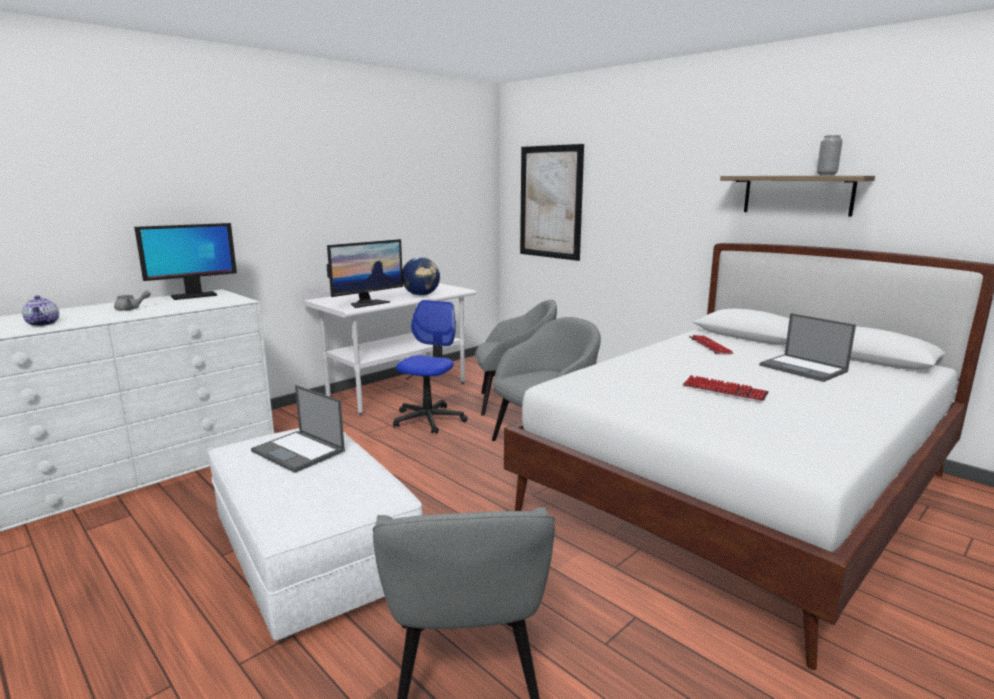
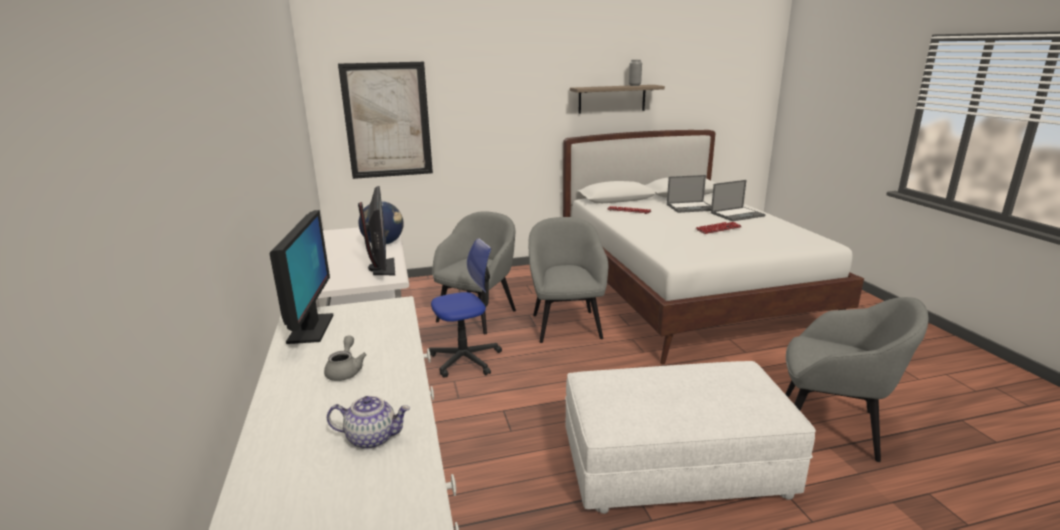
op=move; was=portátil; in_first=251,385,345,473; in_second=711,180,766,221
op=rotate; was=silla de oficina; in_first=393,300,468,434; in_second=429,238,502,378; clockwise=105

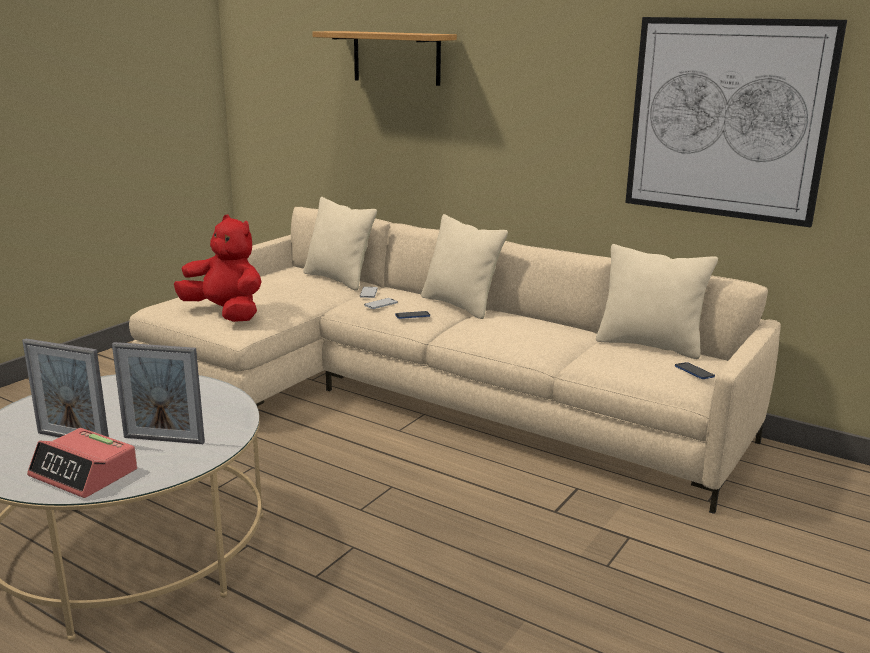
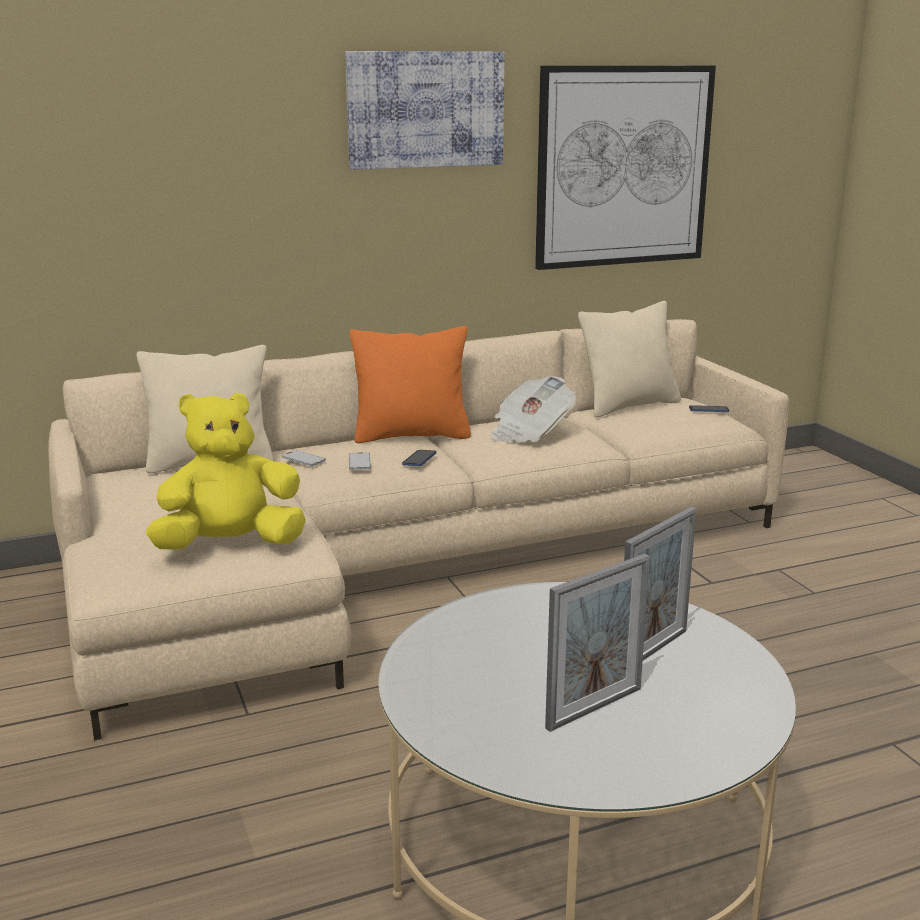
op=delete; was=despertador; in_first=27,428,137,498
op=recolor; was=peluche [rojo]; now=peluche [amarillo]; in_first=174,215,261,322; in_second=146,392,306,549
op=delete; was=estante; in_first=312,31,457,86
op=recolor; was=cojín [beis]; now=cojín [naranja]; in_first=421,214,508,319; in_second=349,326,471,443
op=insert; now=cuadro; in_second=345,51,505,170
op=insert; now=periódico; in_second=490,376,576,442

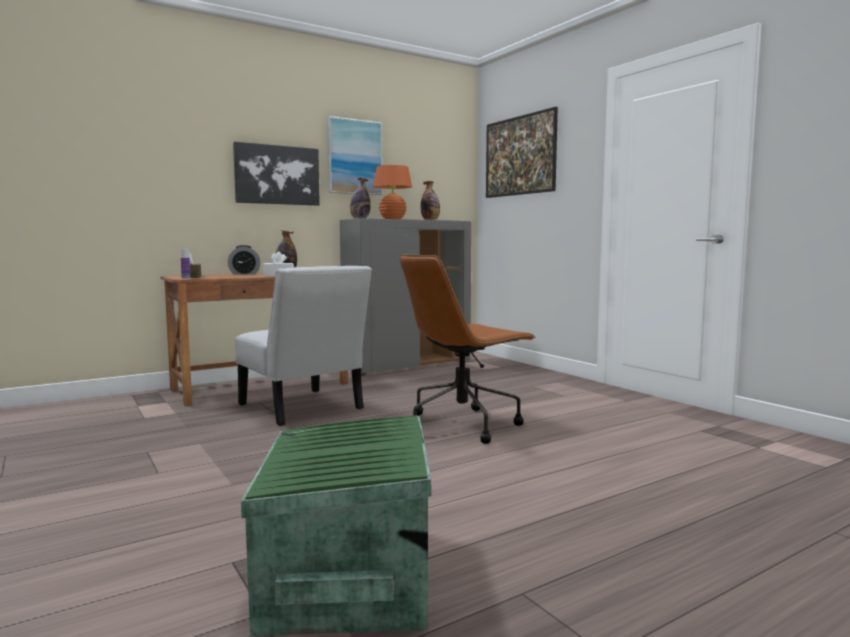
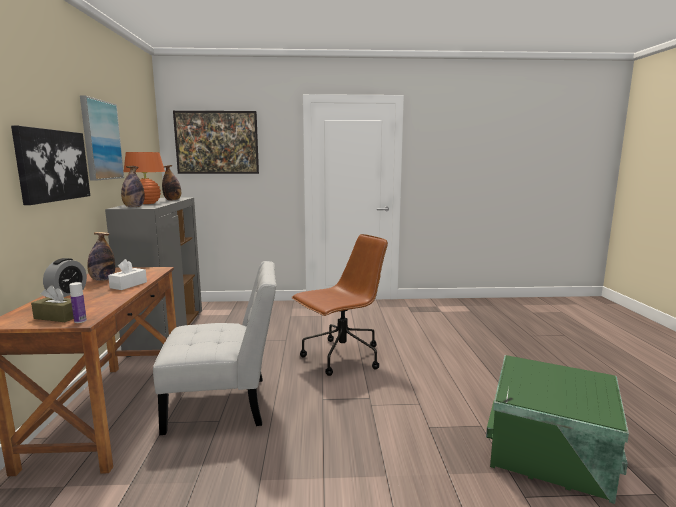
op=rotate; was=silla de oficina [marrón]; in_first=400,255,536,444; in_second=291,234,388,376; clockwise=-120

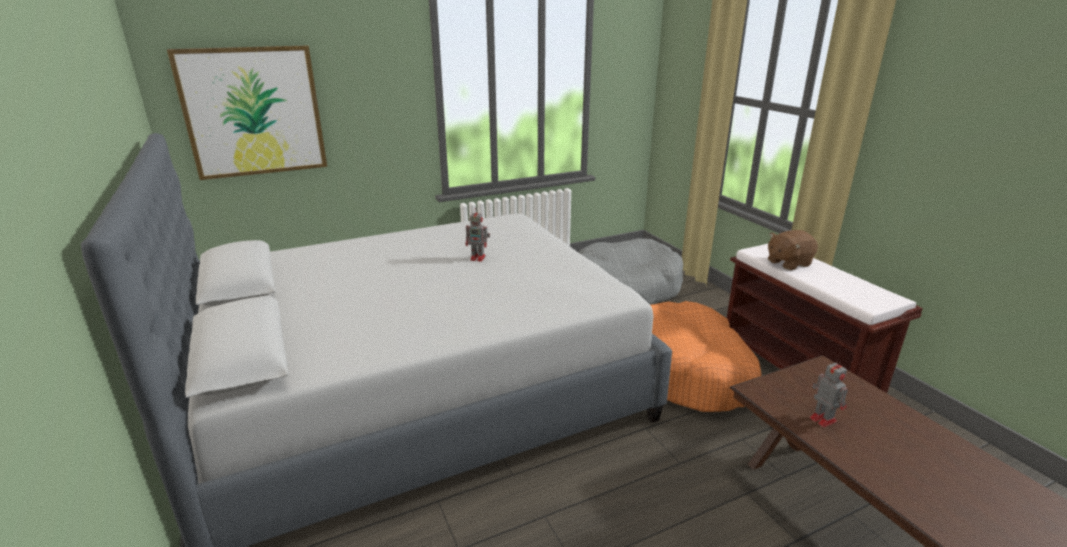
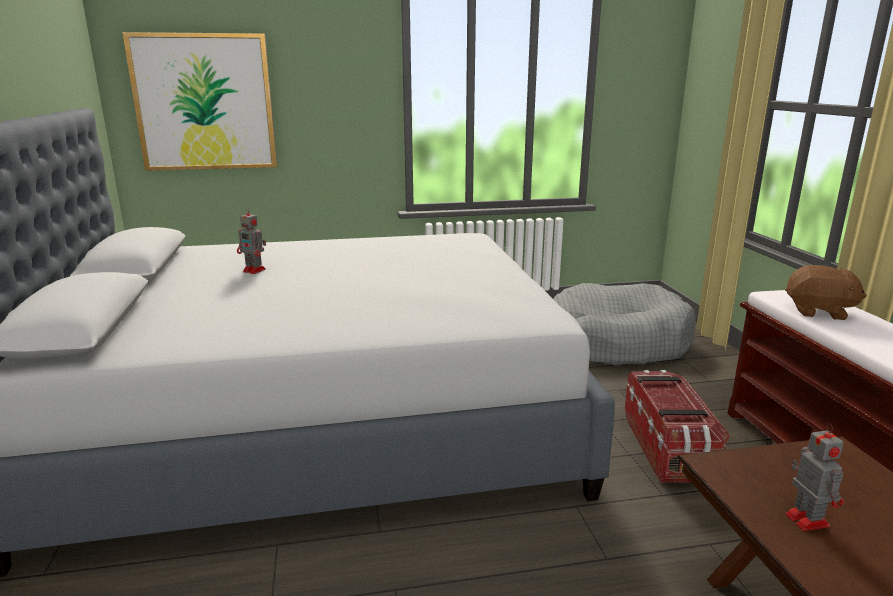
op=move; was=robot de juguete; in_first=466,209,490,262; in_second=237,207,266,274
op=replace; was=cama para perro [naranja]; now=caja de almacenaje; in_first=651,301,762,412; in_second=625,370,729,483
op=rotate; was=peluche [marrón]; in_first=768,230,818,270; in_second=785,265,867,320; clockwise=-150

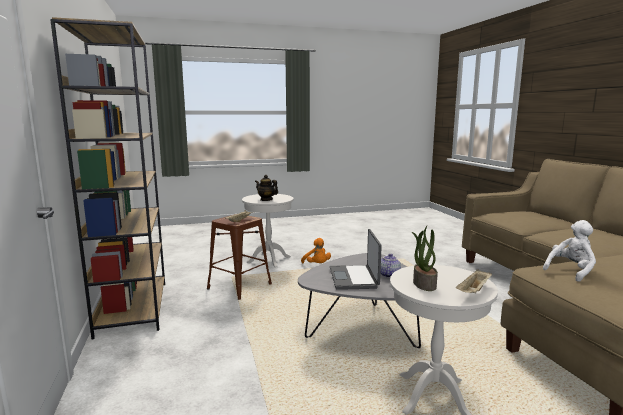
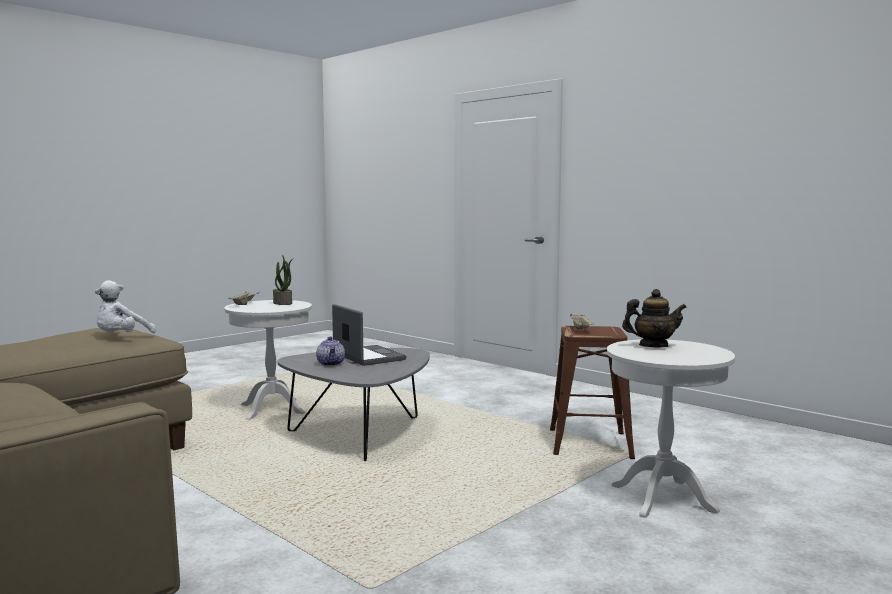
op=delete; was=estantería [marrón]; in_first=50,17,165,340
op=delete; was=peluche [naranja]; in_first=301,238,331,263

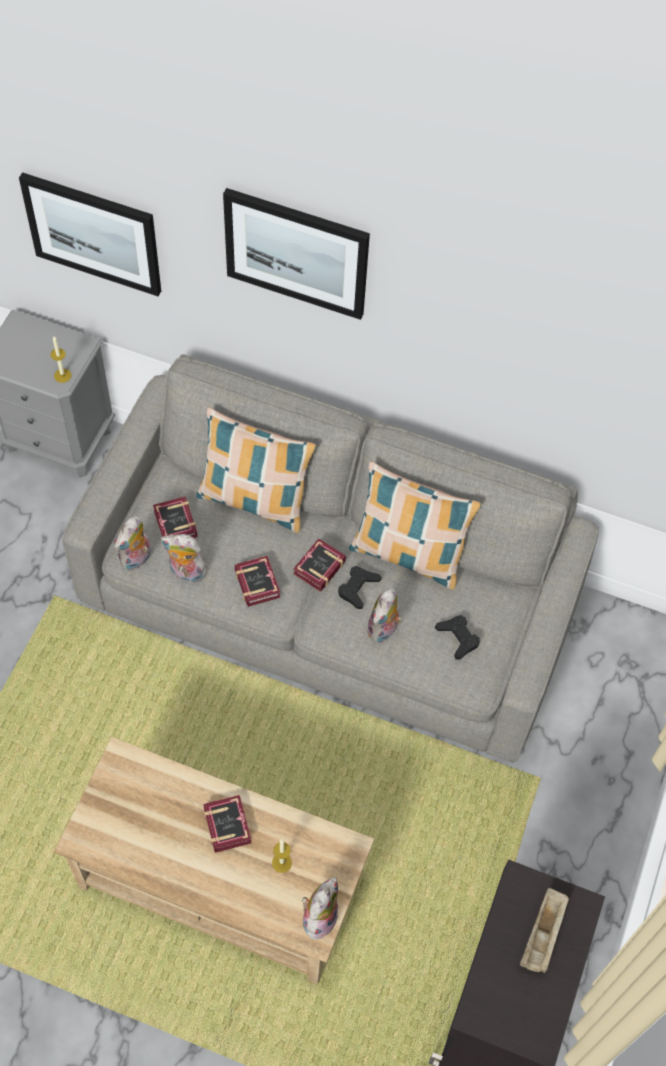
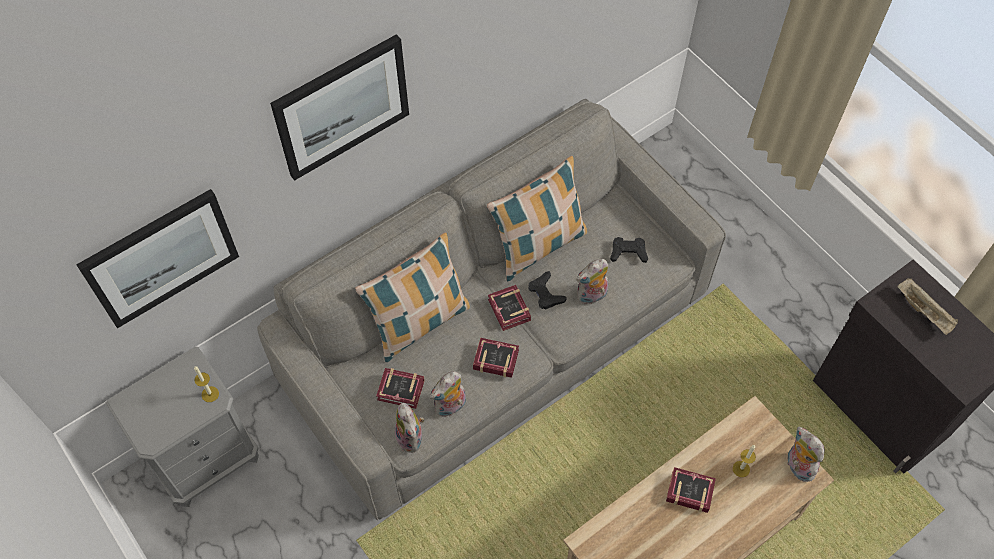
op=rotate; was=peluche; in_first=366,588,402,643; in_second=576,259,609,305; clockwise=90

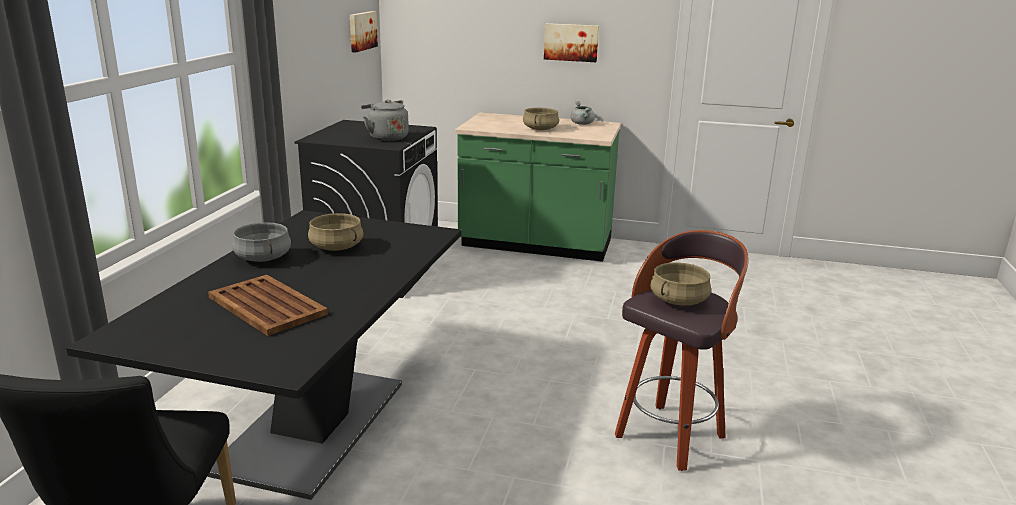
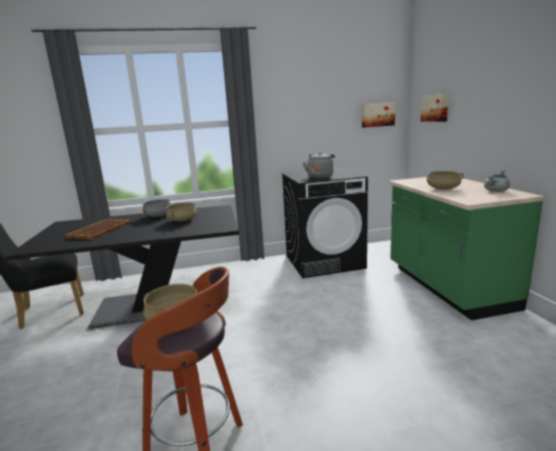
op=move; was=cuadro; in_first=544,23,599,62; in_second=421,94,449,122

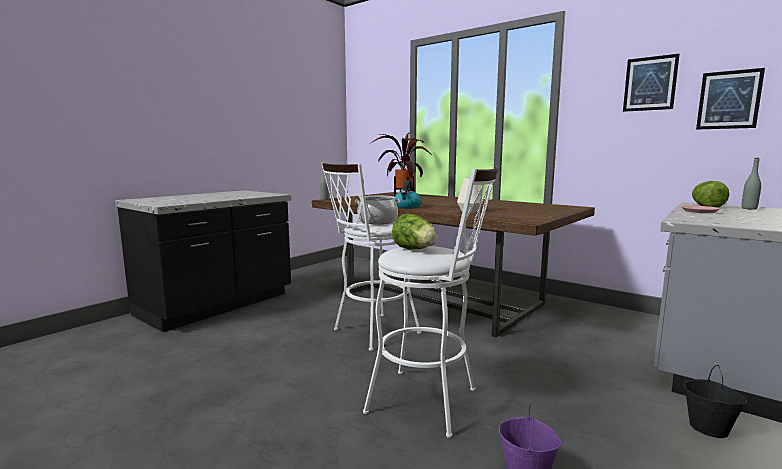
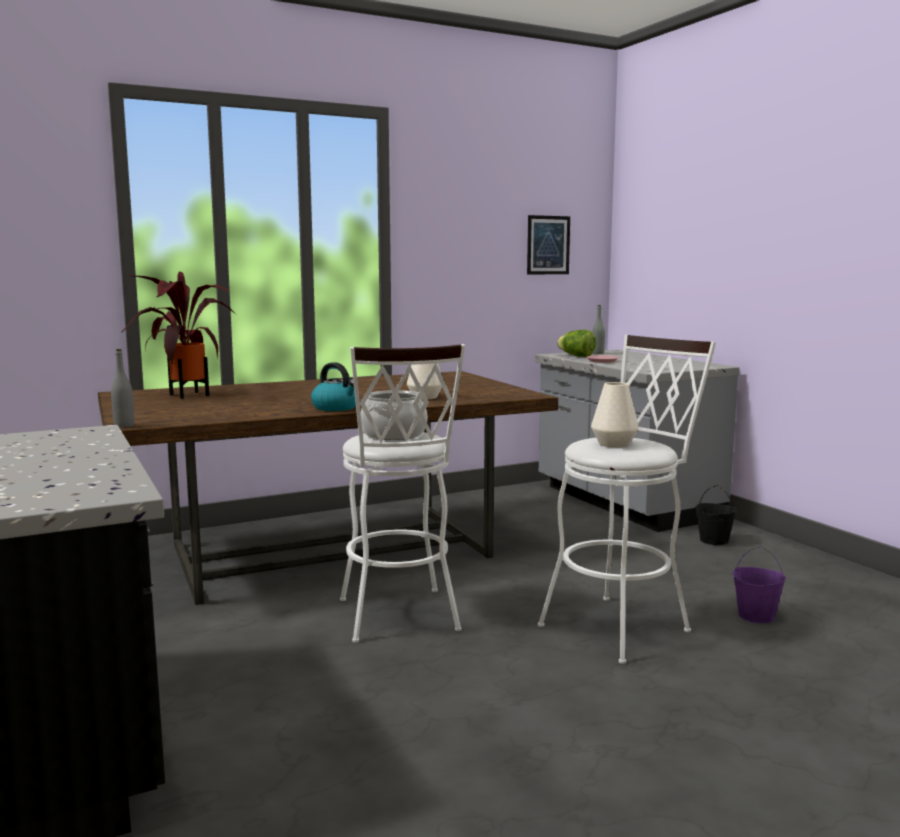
op=replace; was=lechuga; now=florero [blanco]; in_first=392,214,437,250; in_second=591,382,639,448
op=delete; was=cuadro; in_first=623,54,680,112

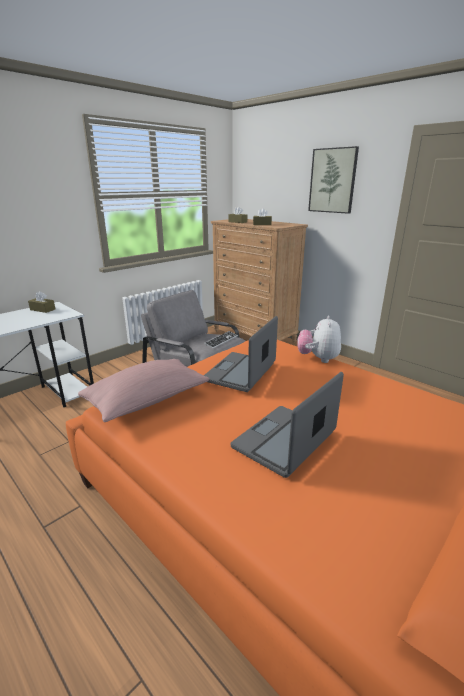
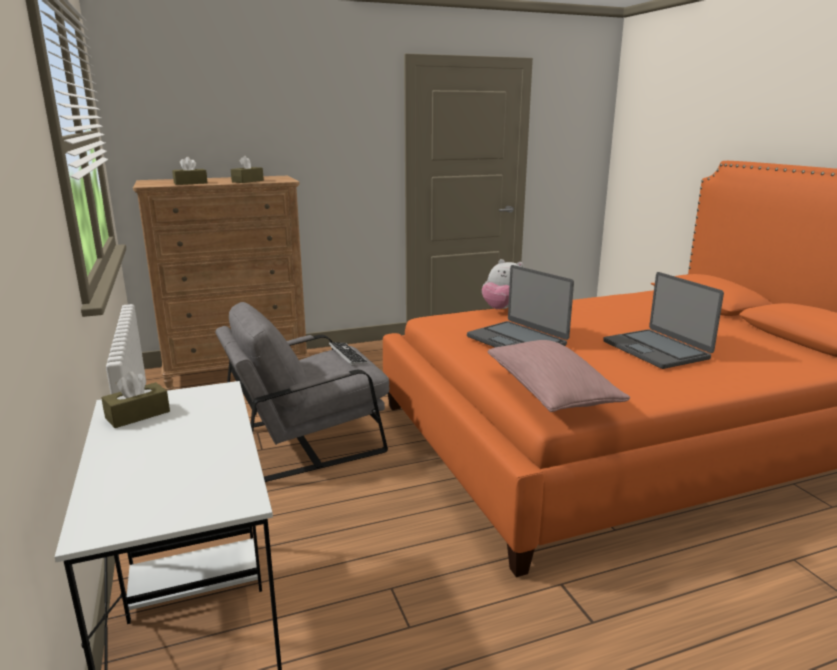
op=delete; was=cuadro; in_first=308,146,359,214

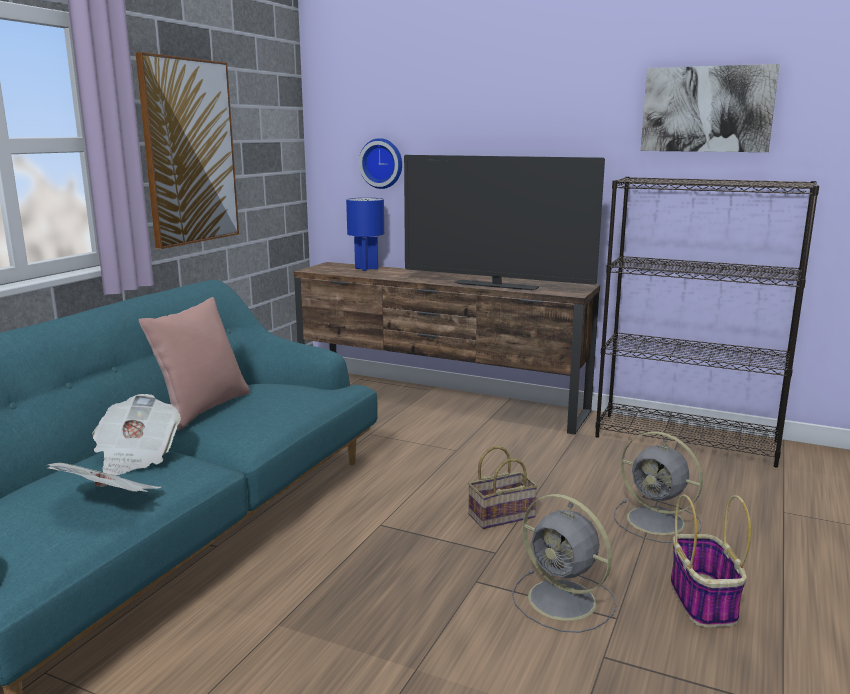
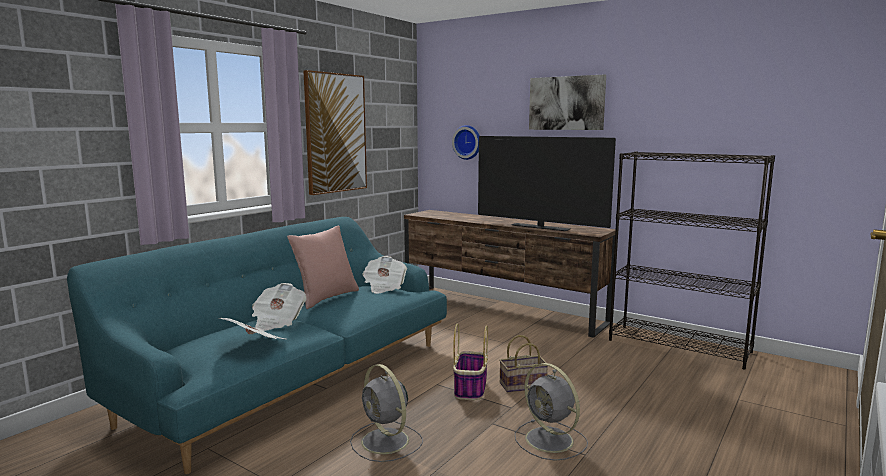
op=delete; was=lámpara de mesa [azul]; in_first=346,198,384,271
op=move; was=ventilador [gris]; in_first=613,431,703,543; in_second=350,364,423,462
op=move; was=cuadro; in_first=641,64,780,152; in_second=529,74,606,130
op=move; was=cesta; in_first=671,495,751,627; in_second=453,323,488,400
op=insert; now=periódico; in_second=362,256,407,293

